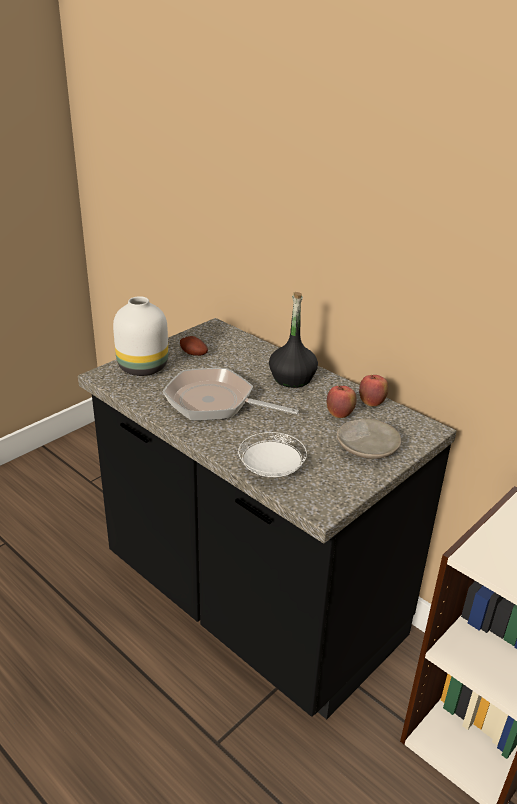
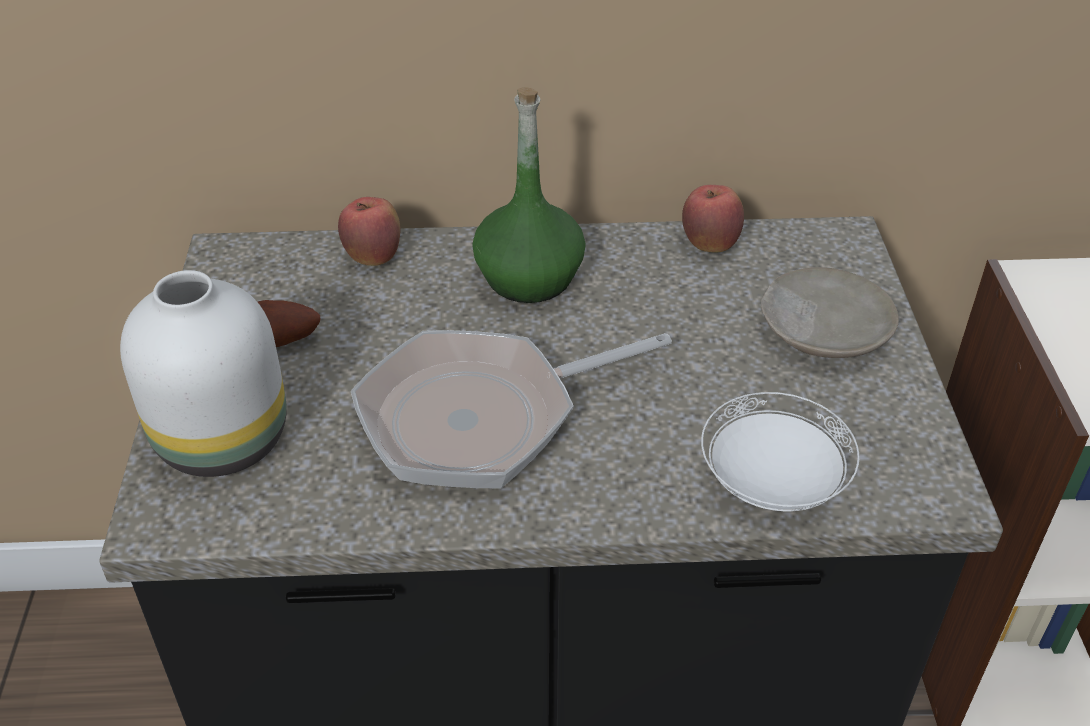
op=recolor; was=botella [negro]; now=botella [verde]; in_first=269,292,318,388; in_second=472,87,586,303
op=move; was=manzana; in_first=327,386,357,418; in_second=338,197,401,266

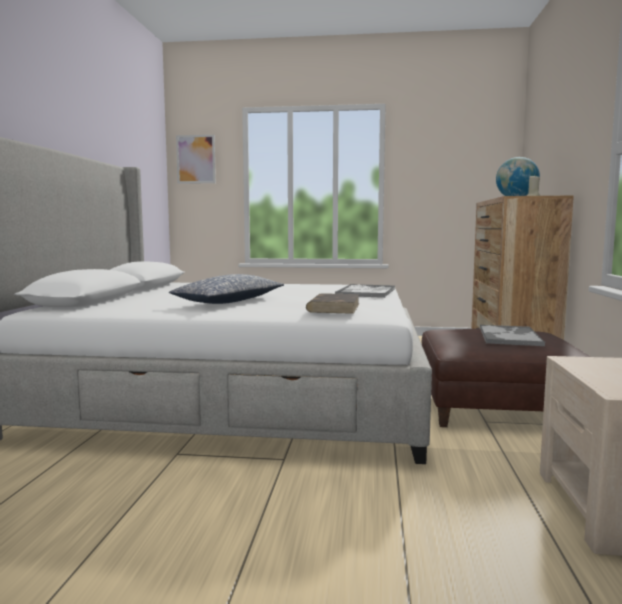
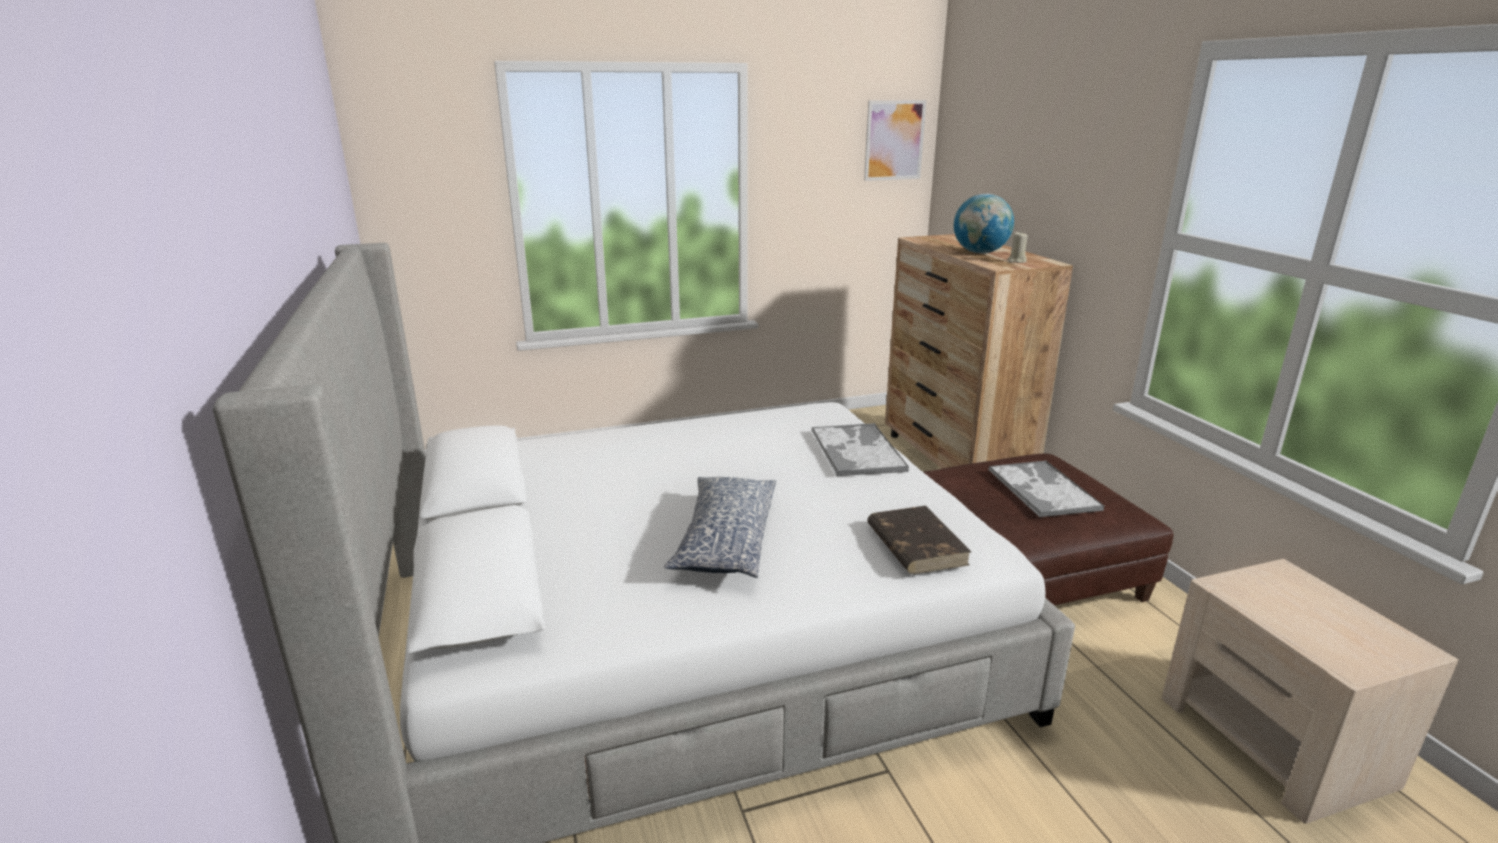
op=move; was=cuadro; in_first=176,135,216,184; in_second=864,100,926,181

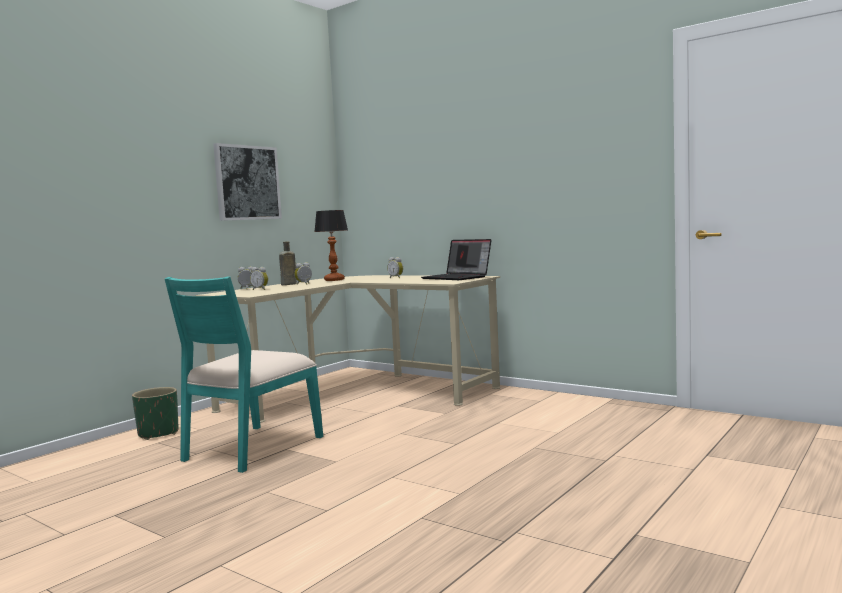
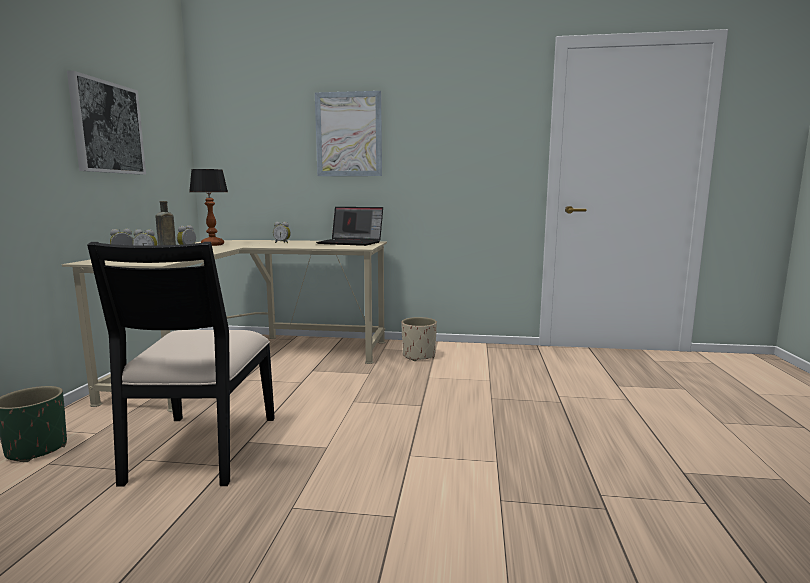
op=recolor; was=silla [turquesa]; now=silla [negro]; in_first=165,276,323,473; in_second=87,242,275,487
op=insert; now=cuadro; in_second=315,91,382,176
op=insert; now=maceta [beis]; in_second=401,317,437,361

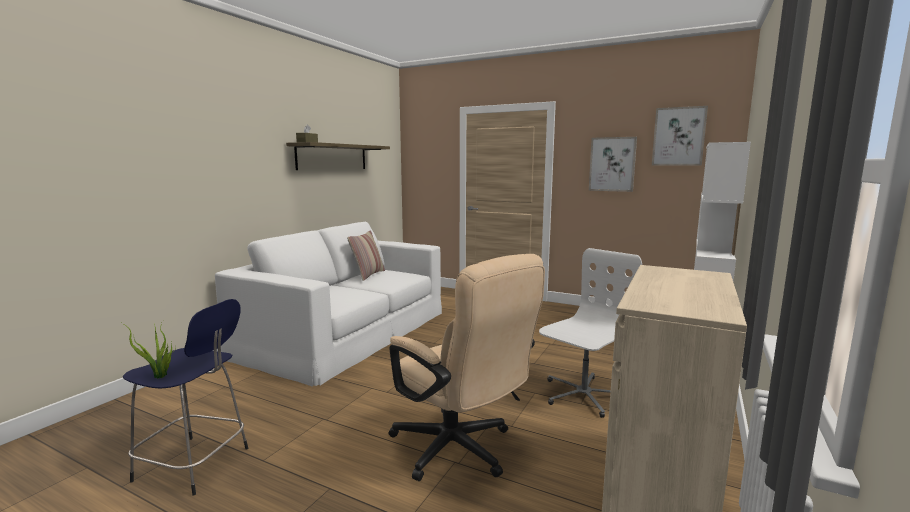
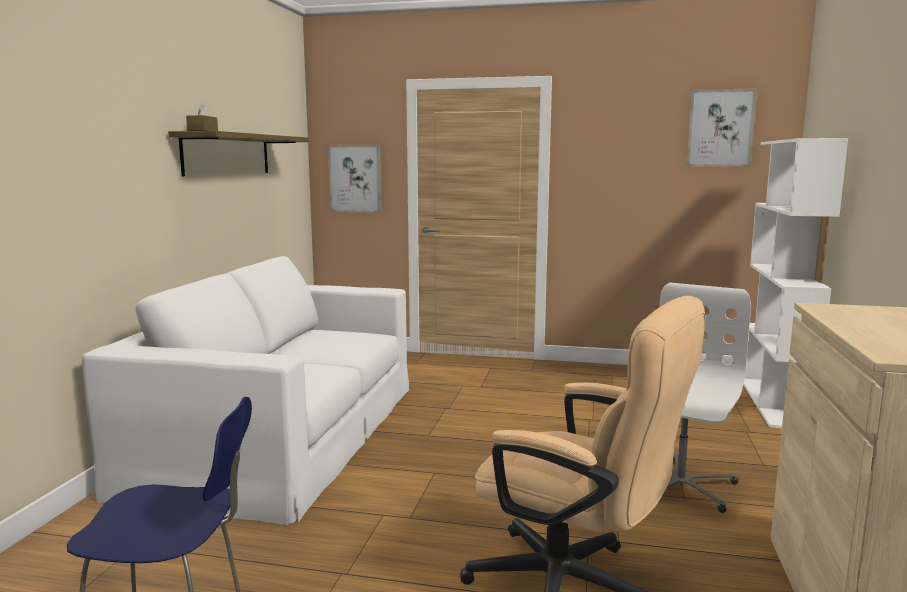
op=delete; was=planta en maceta; in_first=122,321,176,379
op=delete; was=cojín; in_first=347,230,385,281
op=move; was=cuadro; in_first=589,137,637,192; in_second=328,145,382,213

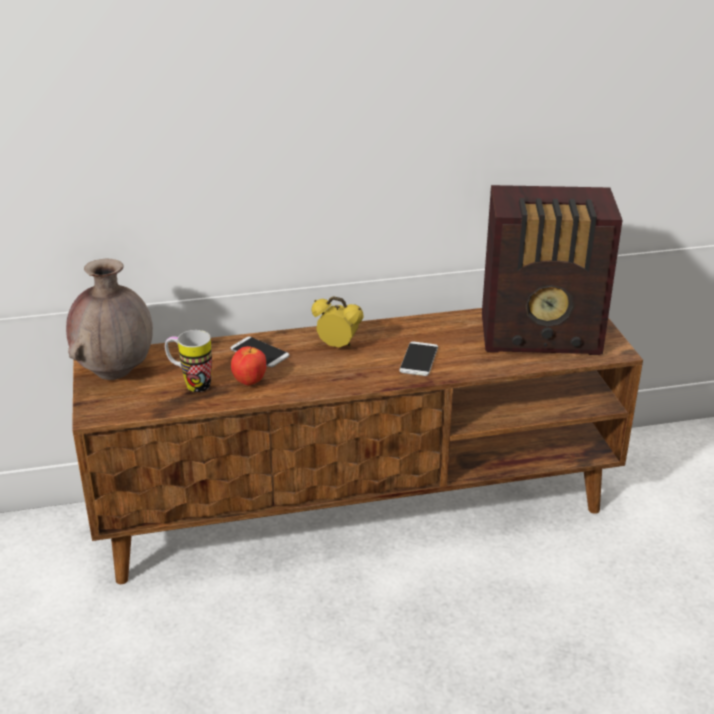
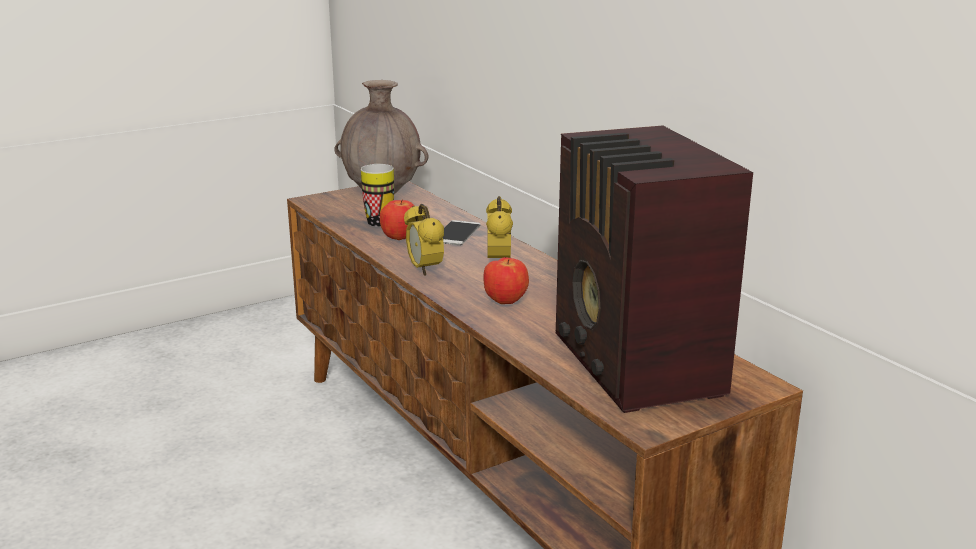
op=replace; was=móvil; now=manzana; in_first=399,341,438,376; in_second=484,257,529,304
op=insert; now=despertador; in_second=404,204,444,276

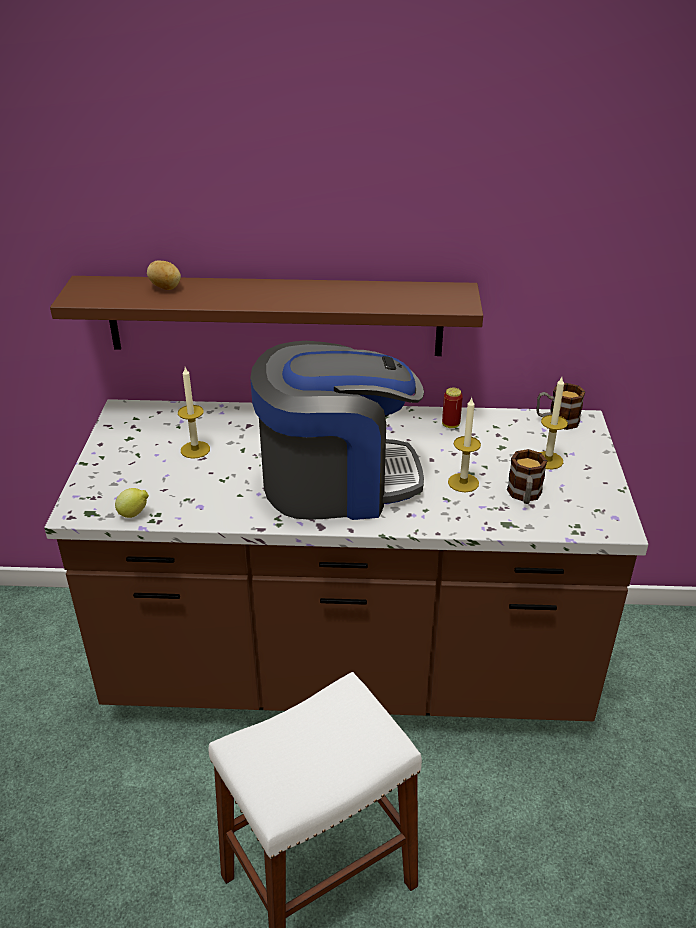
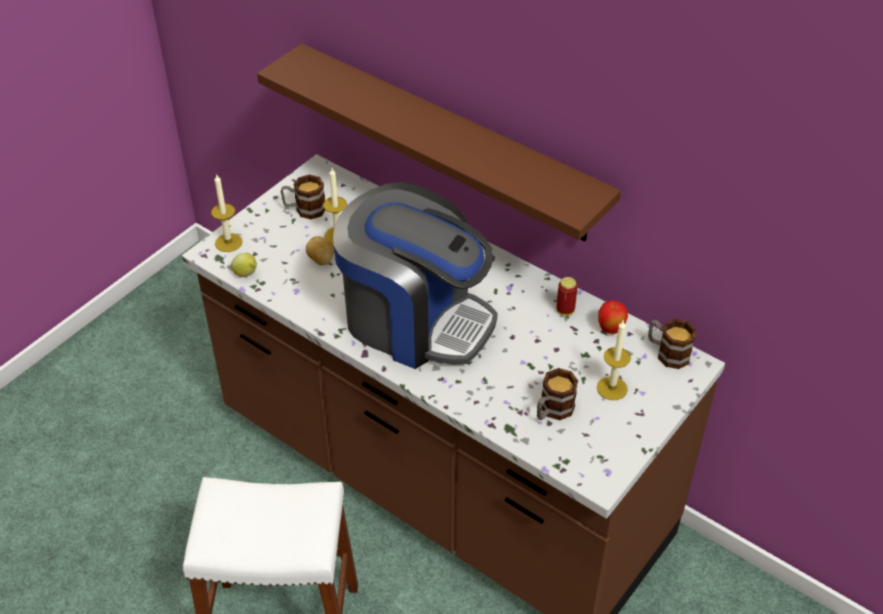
op=move; was=patata; in_first=147,260,181,290; in_second=306,236,334,266
op=move; was=vela; in_first=448,398,481,492; in_second=211,174,242,252
op=insert; now=taza grande; in_second=281,174,325,219
op=insert; now=manzana; in_second=598,300,628,334

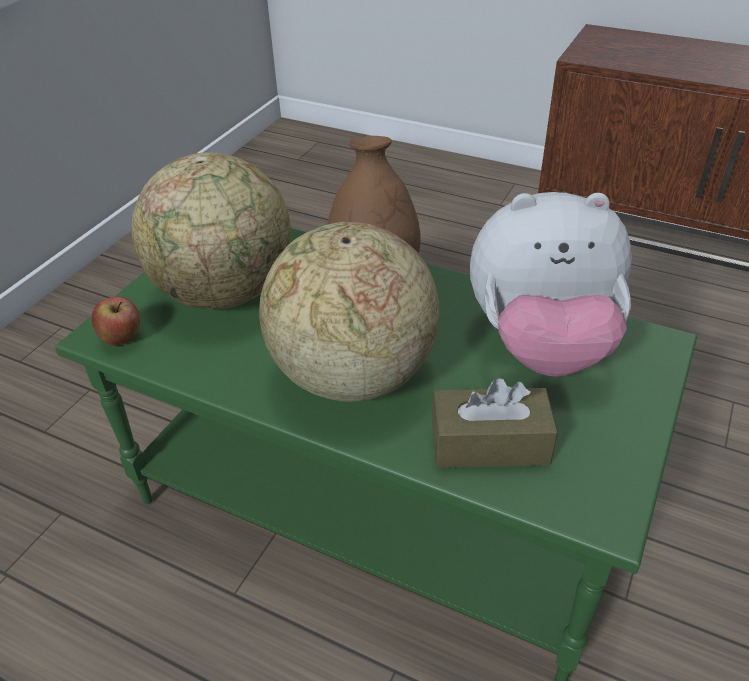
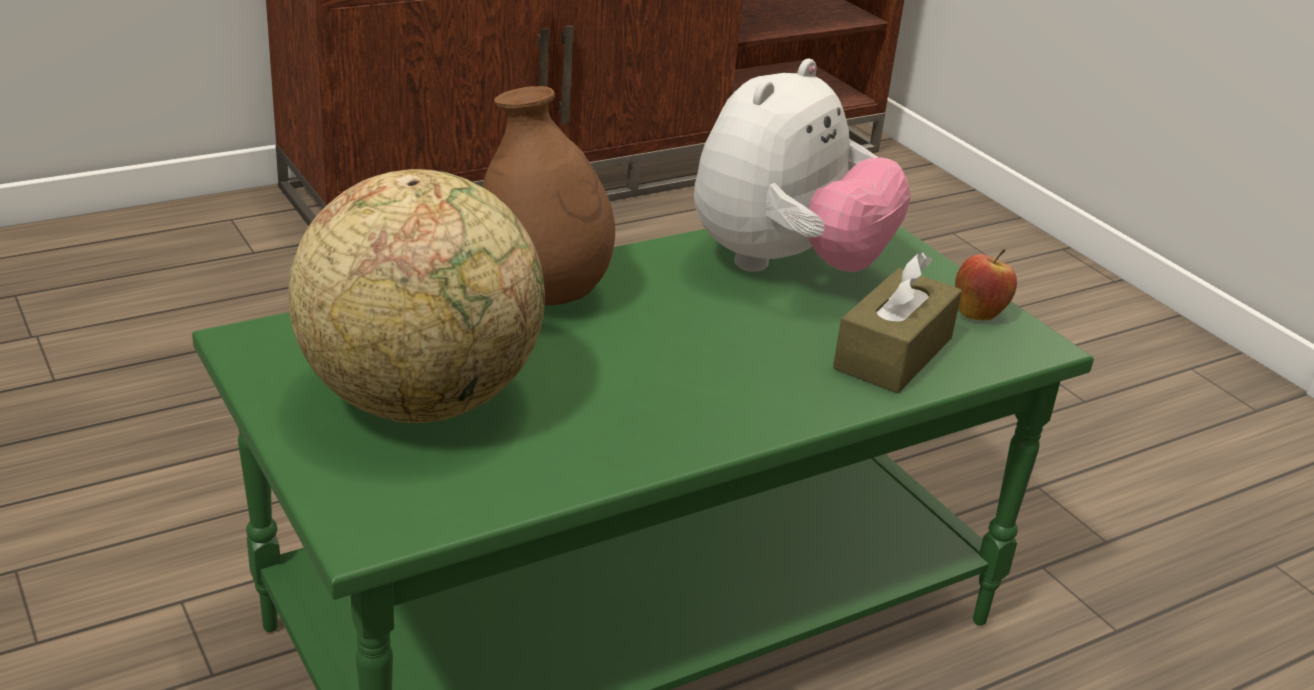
op=move; was=manzana; in_first=91,296,141,346; in_second=955,249,1017,321
op=delete; was=globo terráqueo; in_first=259,222,440,402

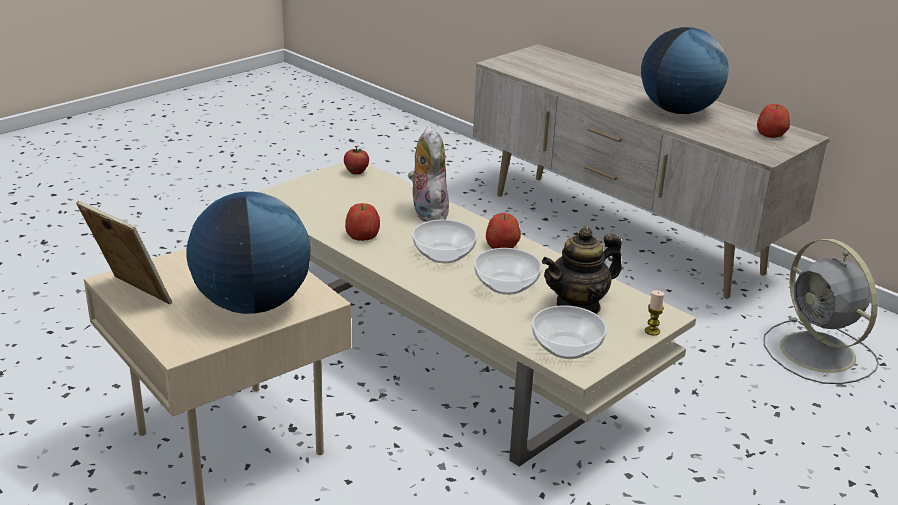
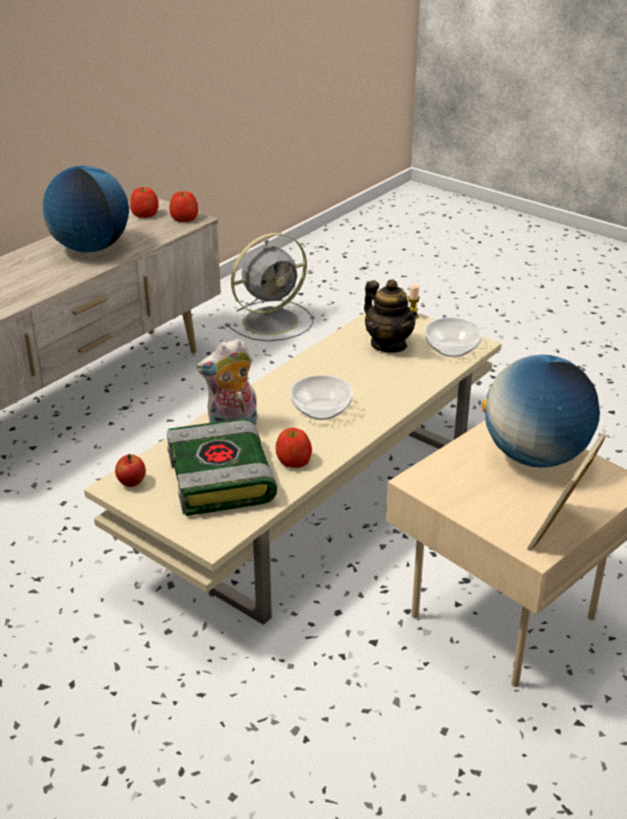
op=delete; was=cuenco; in_first=474,248,542,295
op=move; was=manzana; in_first=486,213,521,249; in_second=169,191,198,222
op=insert; now=libro; in_second=167,419,277,516

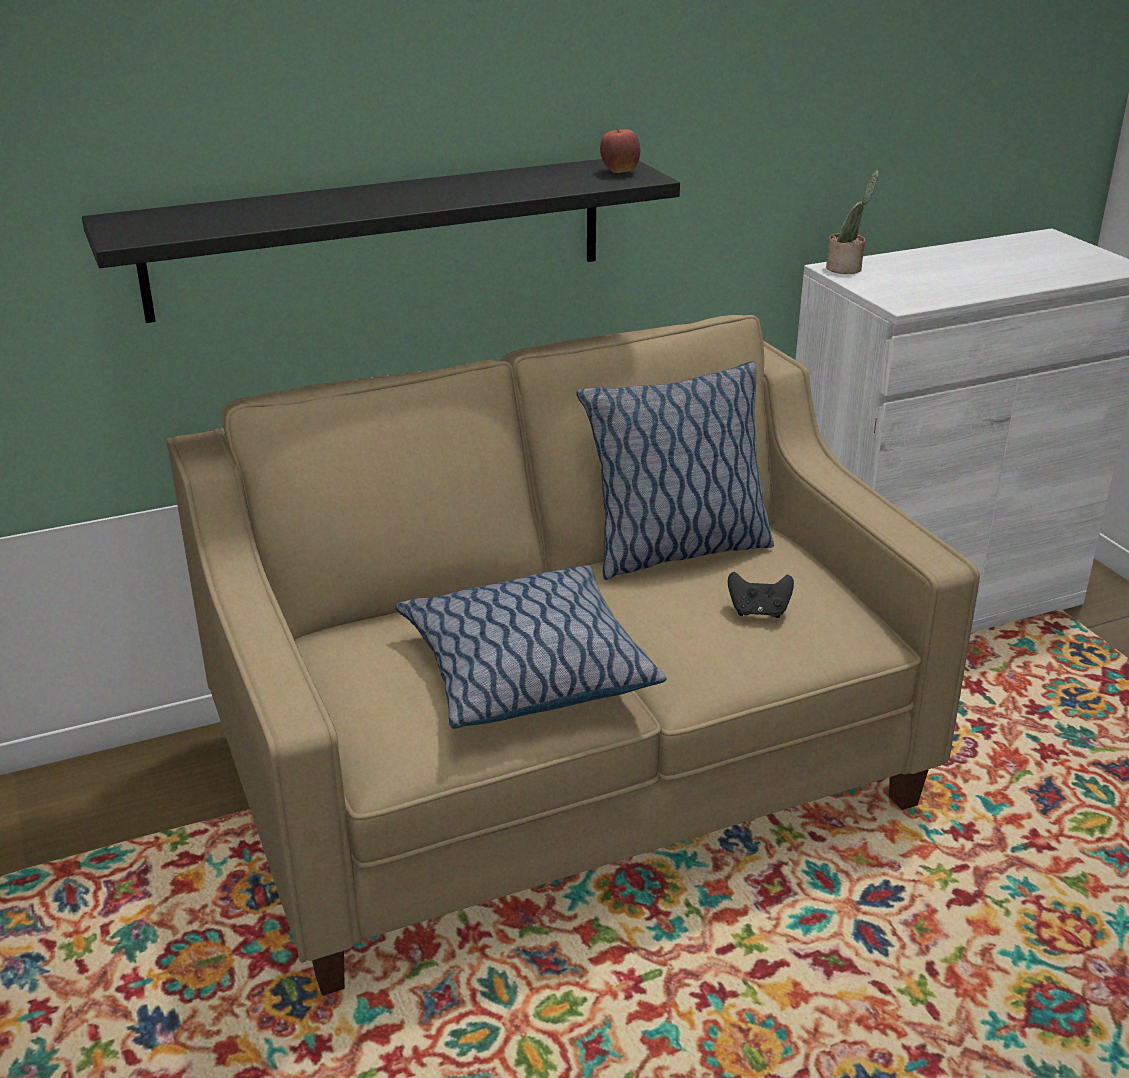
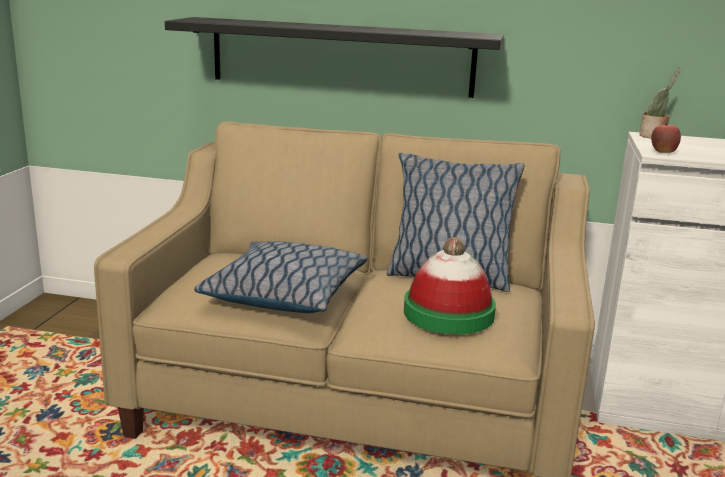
op=move; was=manzana; in_first=600,128,640,173; in_second=651,123,681,153
op=replace; was=mando de consola [negro]; now=sombrero; in_first=728,572,794,618; in_second=404,237,496,334

